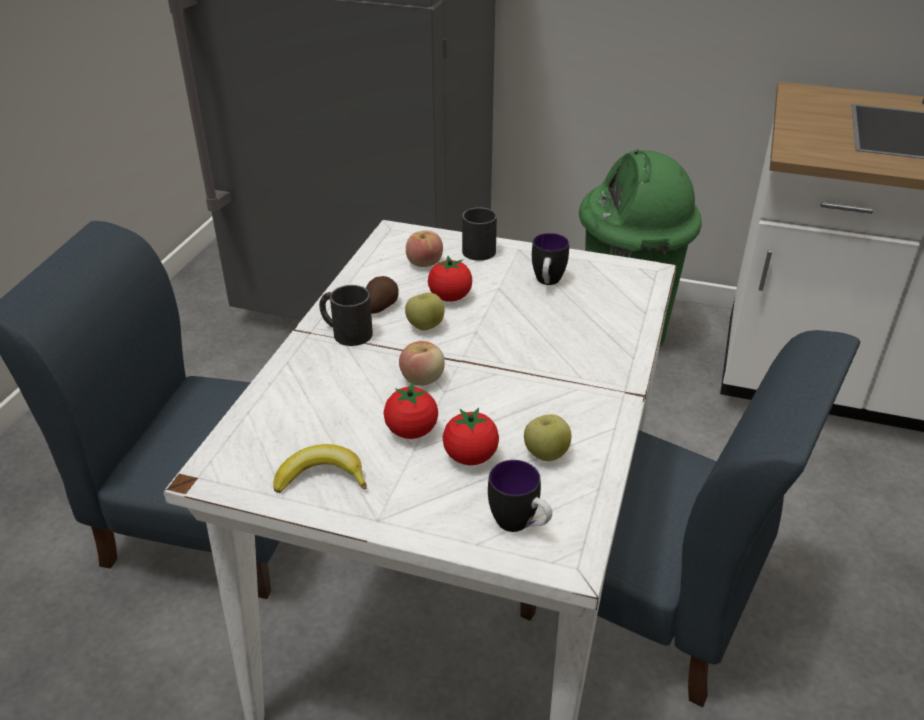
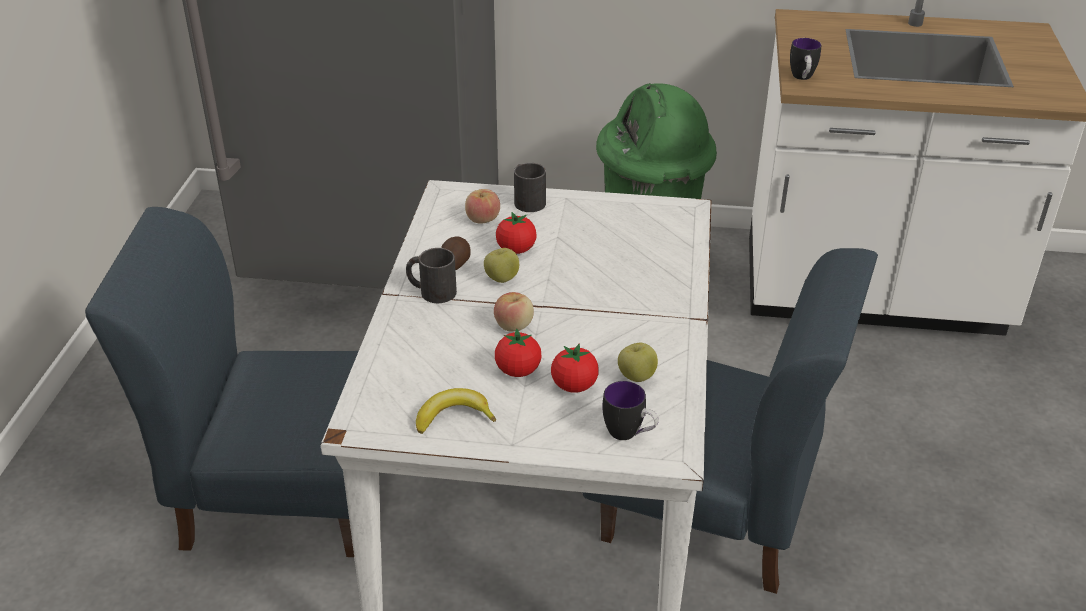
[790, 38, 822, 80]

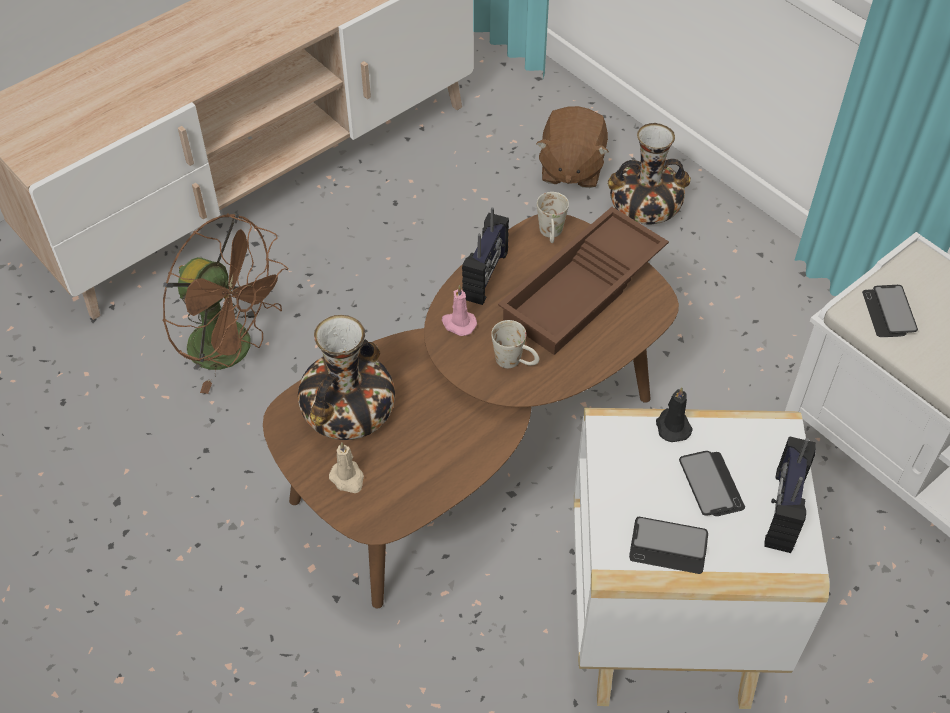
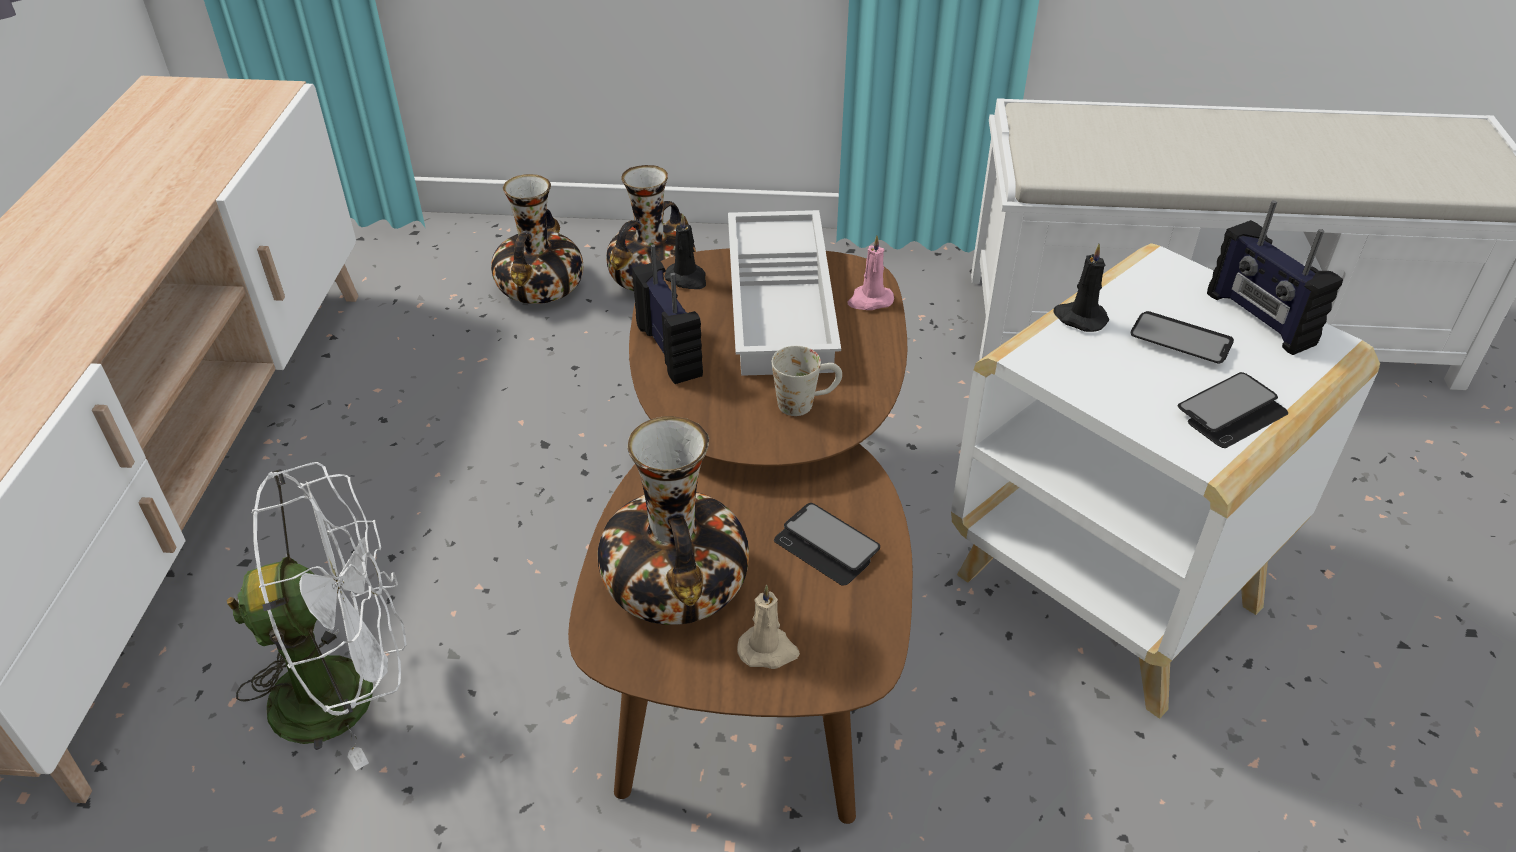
[226, 462, 407, 770]
[491, 174, 583, 304]
[664, 214, 706, 289]
[728, 210, 841, 376]
[774, 503, 880, 586]
[847, 235, 894, 310]

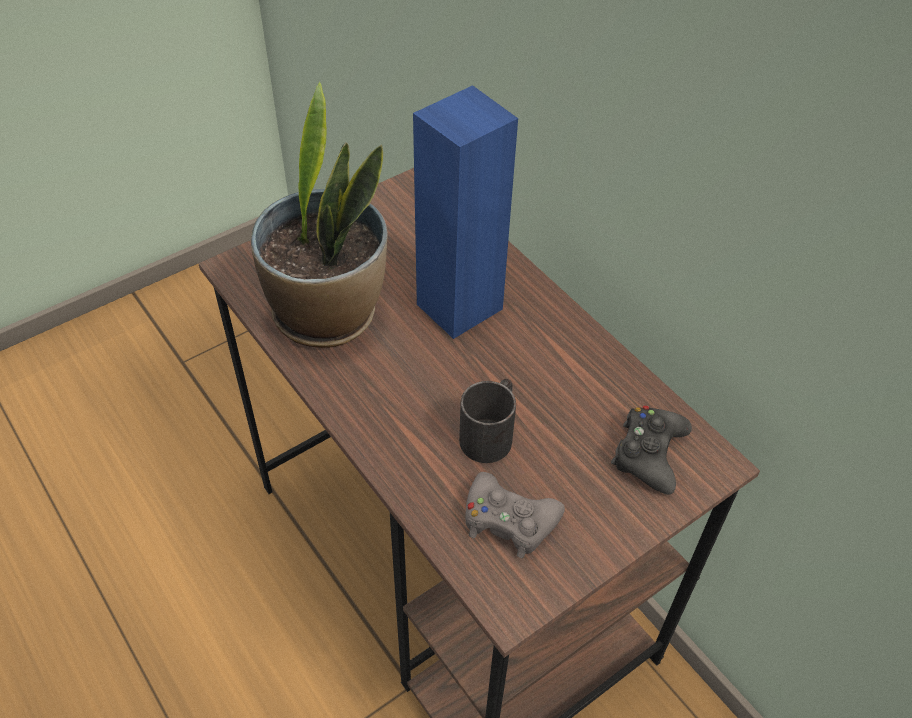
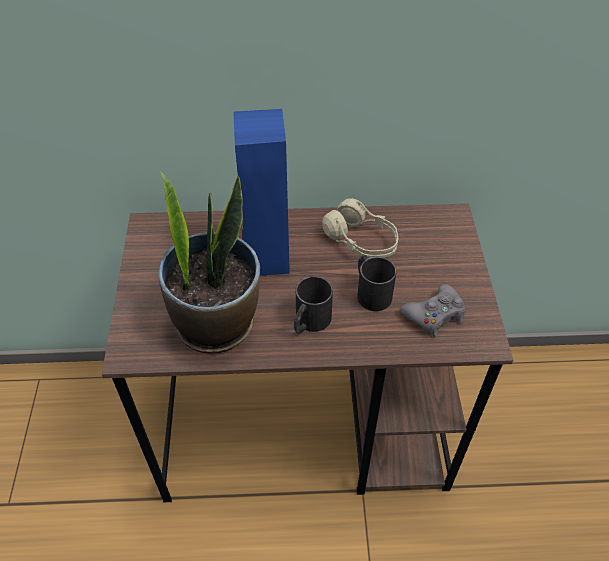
[294, 276, 333, 333]
[322, 198, 398, 258]
[611, 406, 692, 494] (first image)

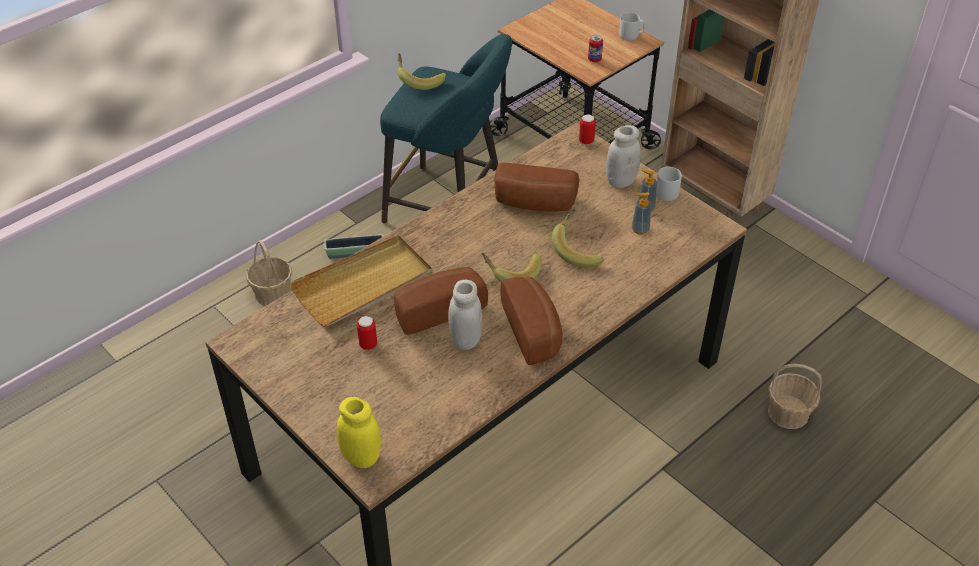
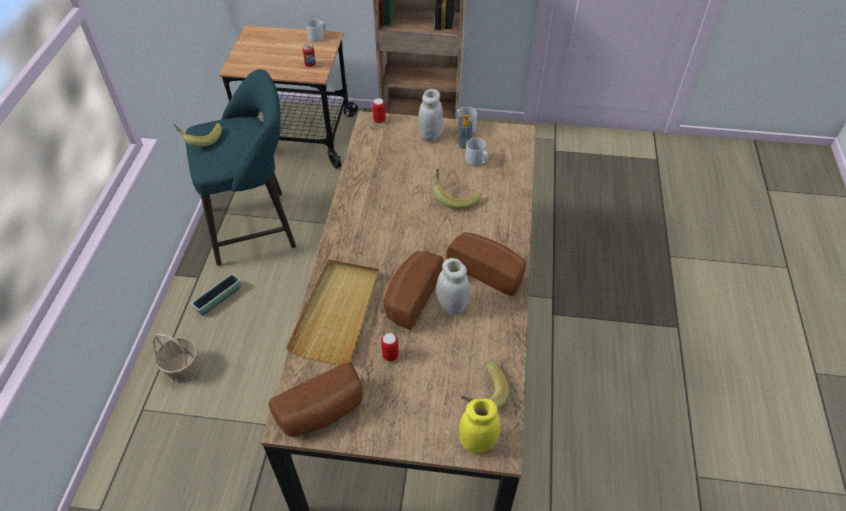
[269, 362, 363, 437]
[461, 361, 509, 410]
[465, 138, 488, 166]
[768, 364, 822, 429] (first image)

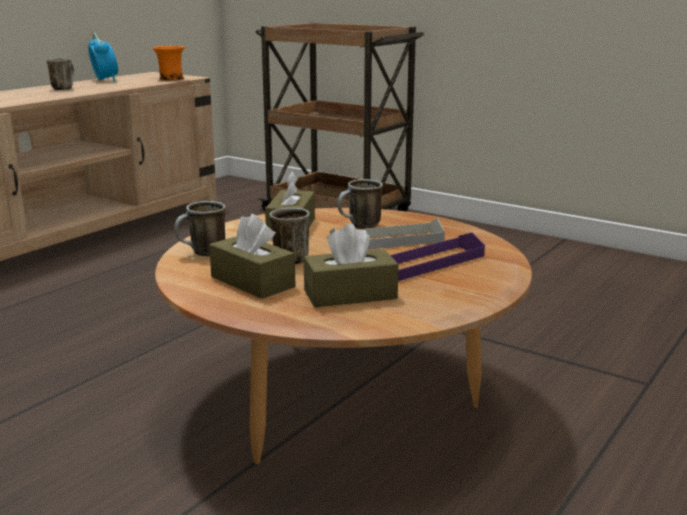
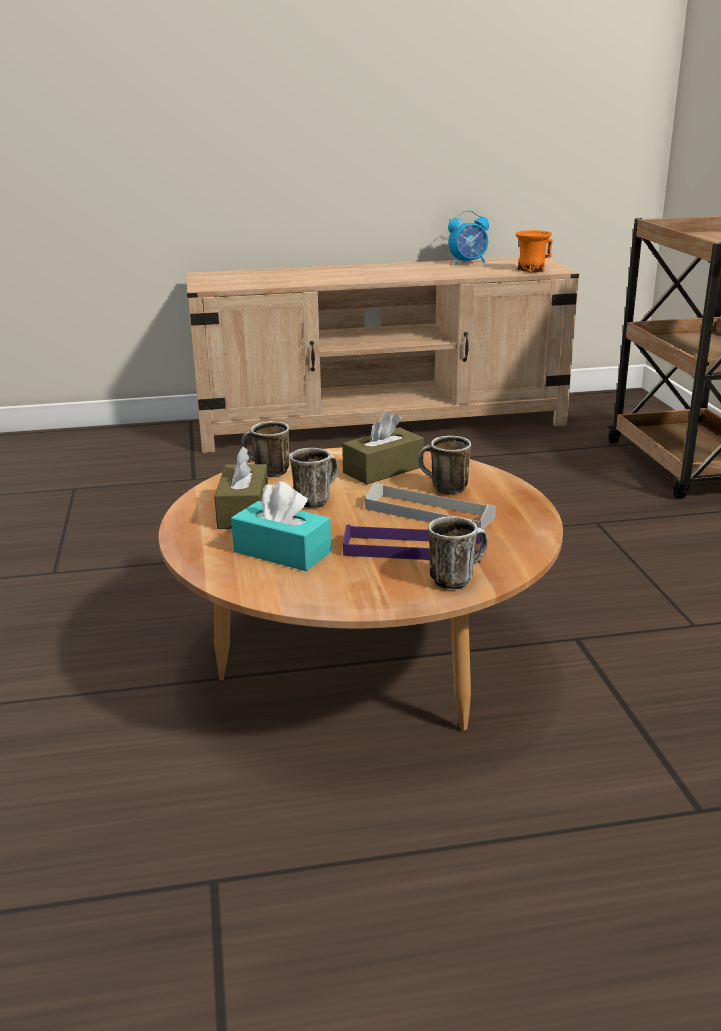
[231, 481, 331, 571]
[428, 516, 488, 589]
[448, 210, 489, 265]

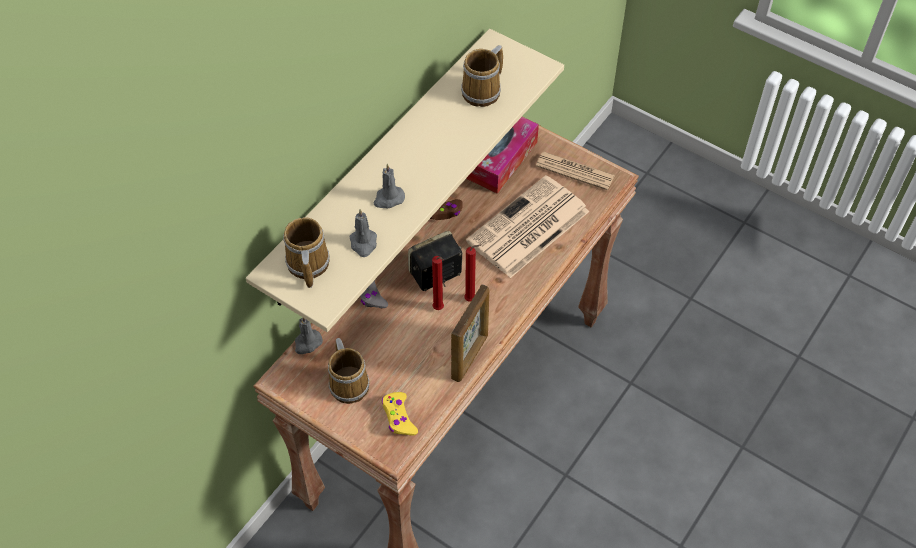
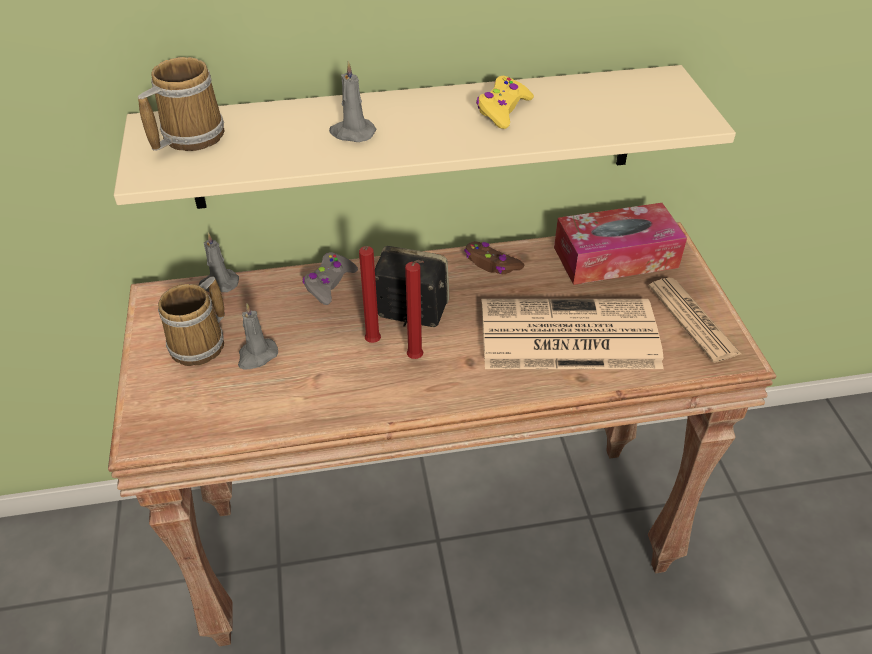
[238, 303, 278, 369]
[476, 76, 534, 129]
[451, 284, 489, 382] (first image)
[461, 45, 503, 107] (first image)

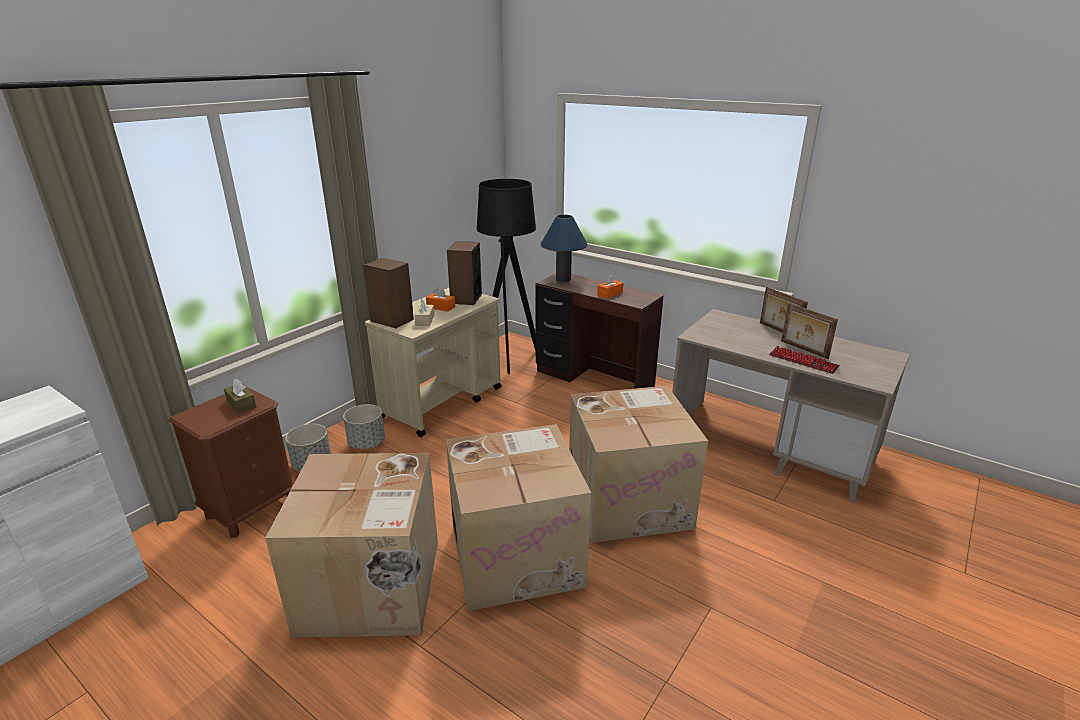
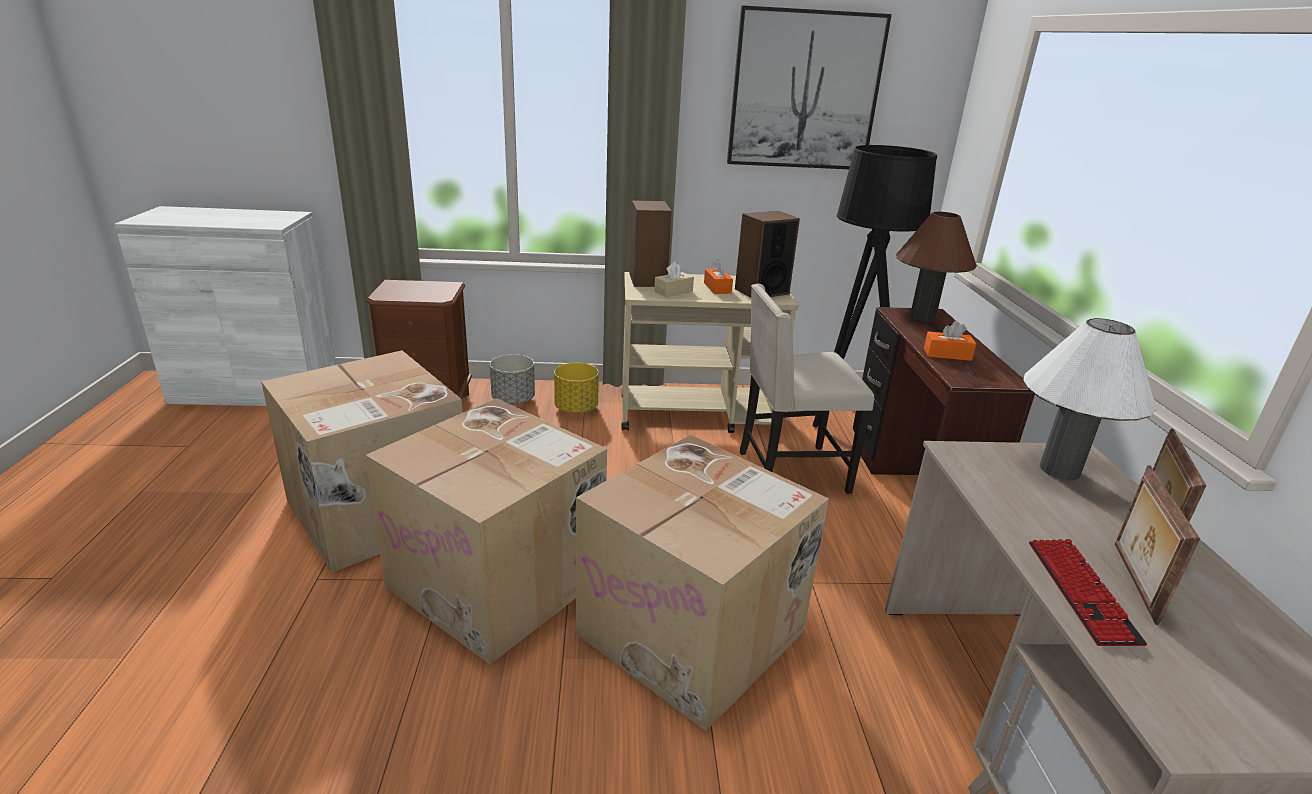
[554, 363, 599, 413]
[727, 5, 892, 169]
[740, 284, 874, 494]
[896, 212, 977, 321]
[1023, 318, 1156, 480]
[224, 379, 256, 414] (first image)

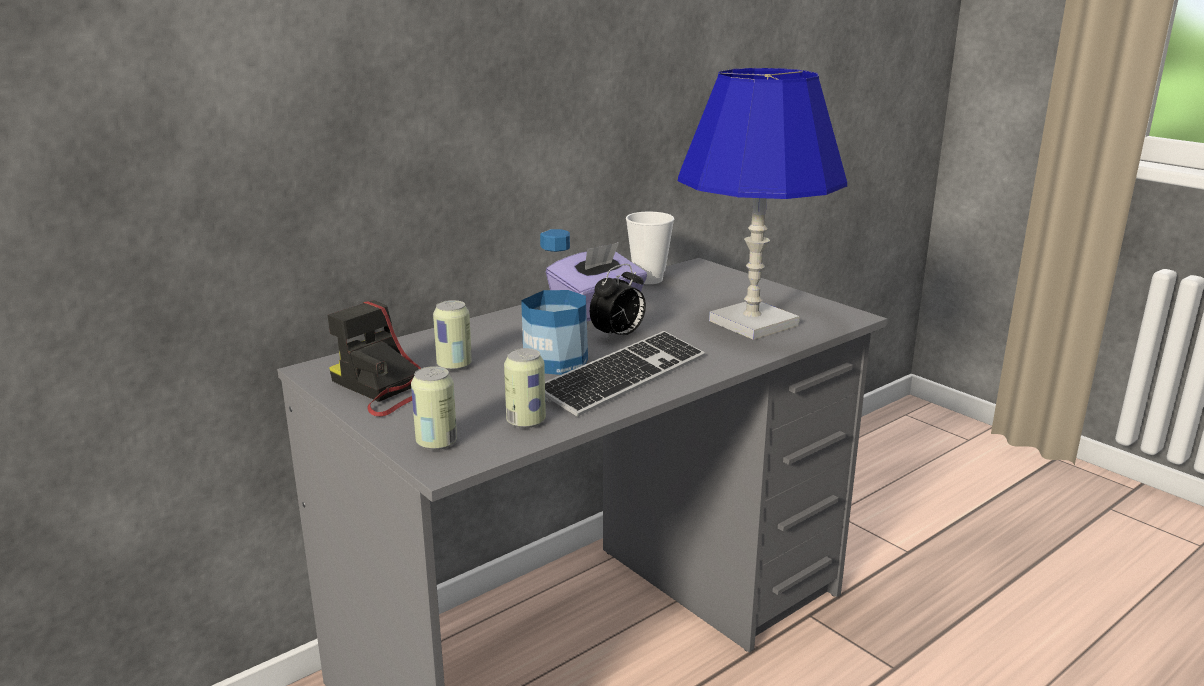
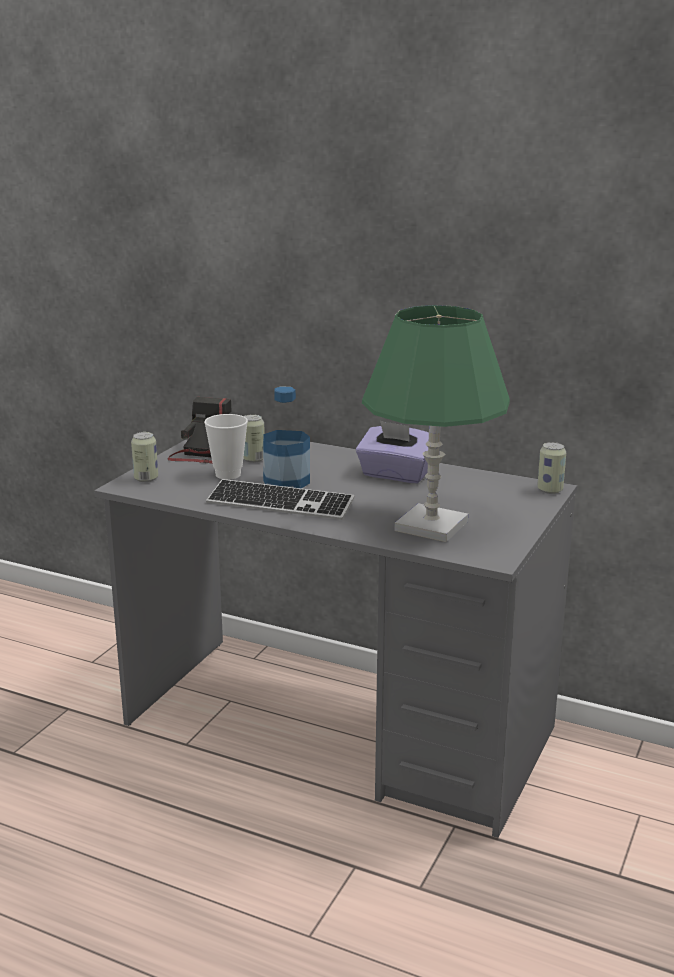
[204, 414, 248, 480]
[362, 305, 510, 542]
[537, 442, 566, 494]
[590, 264, 646, 342] (first image)

